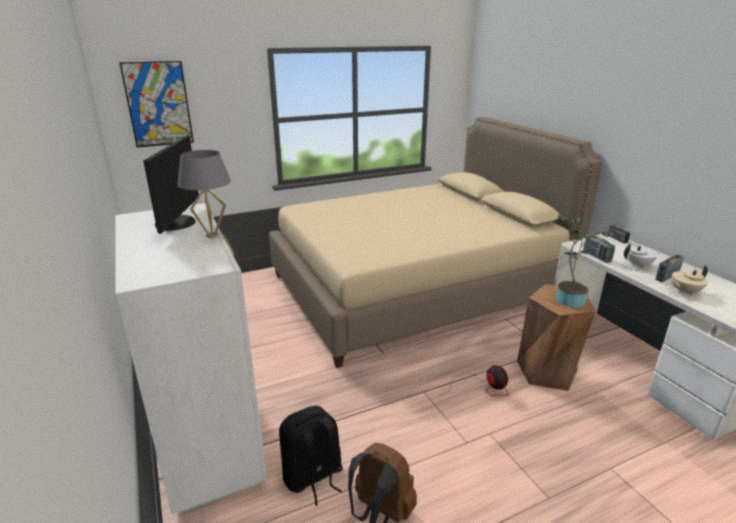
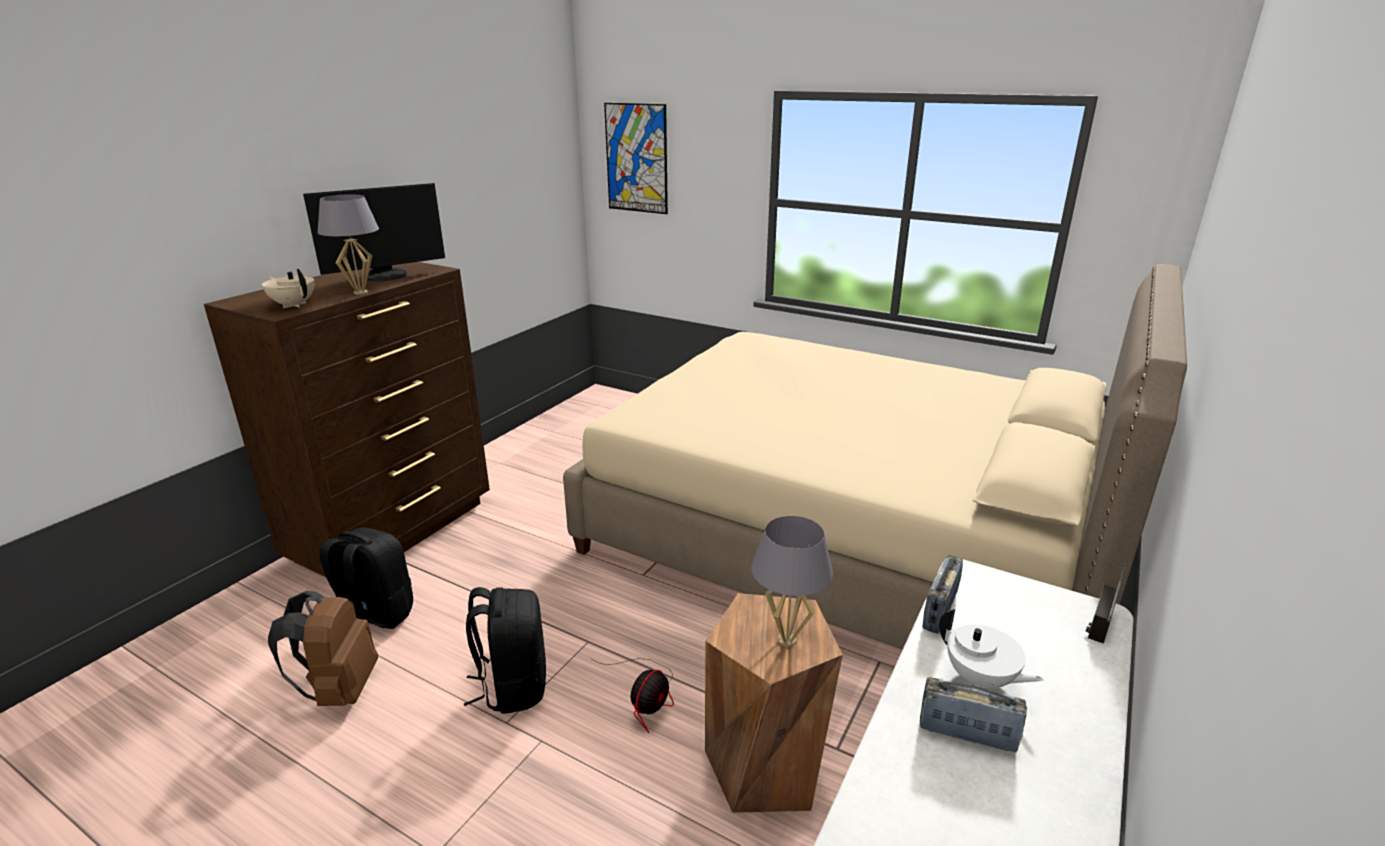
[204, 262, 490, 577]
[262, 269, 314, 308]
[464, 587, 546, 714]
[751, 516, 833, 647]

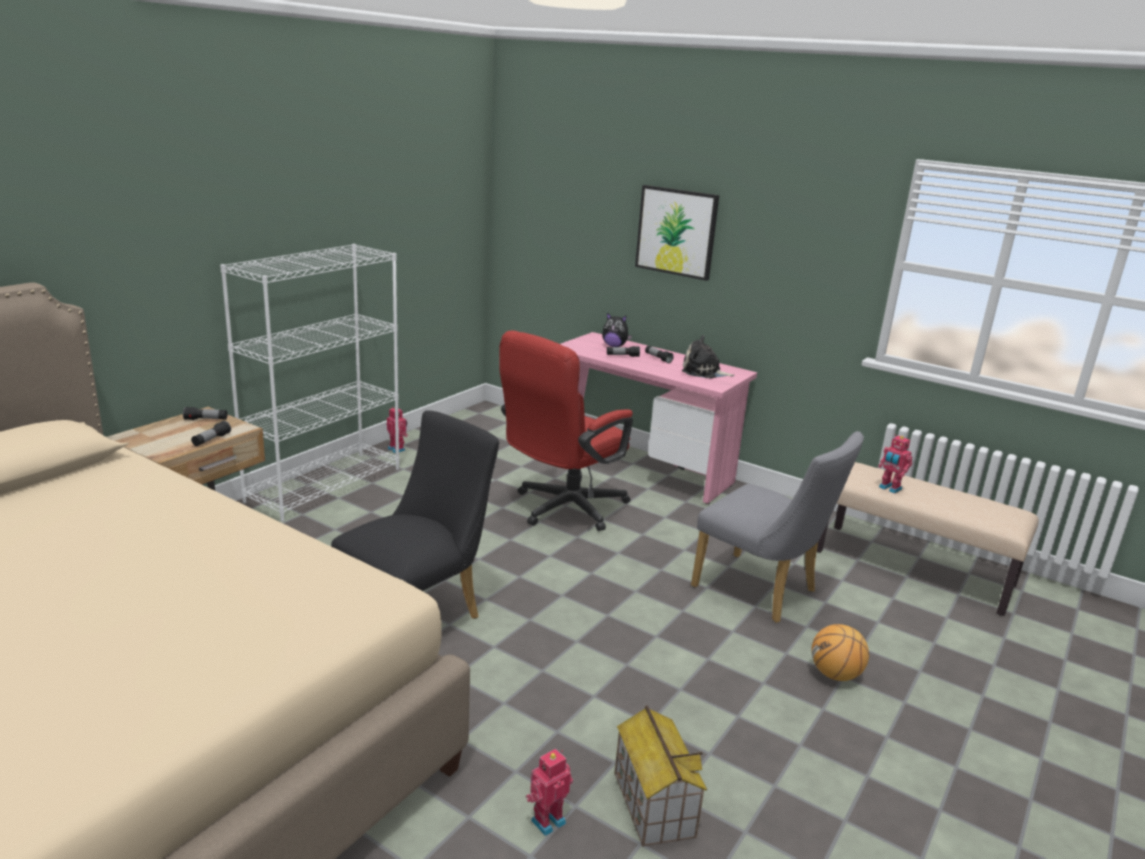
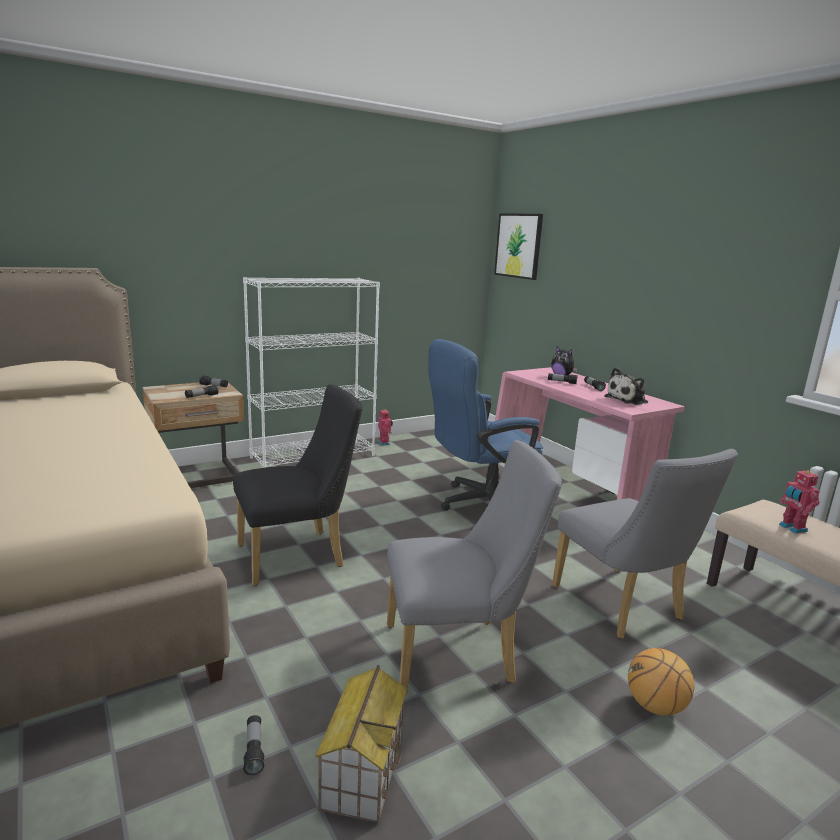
[243, 715, 264, 775]
[387, 440, 562, 695]
[428, 339, 543, 511]
[494, 213, 543, 280]
[604, 367, 649, 405]

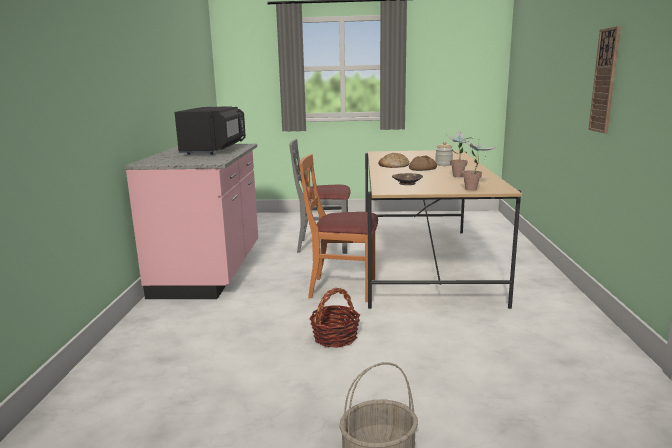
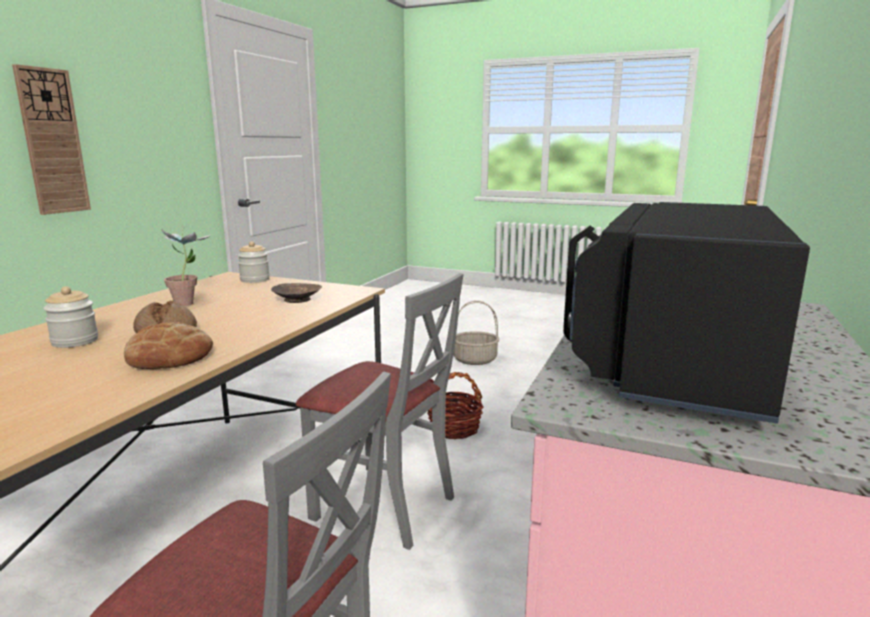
[237, 241, 269, 283]
[296, 273, 463, 550]

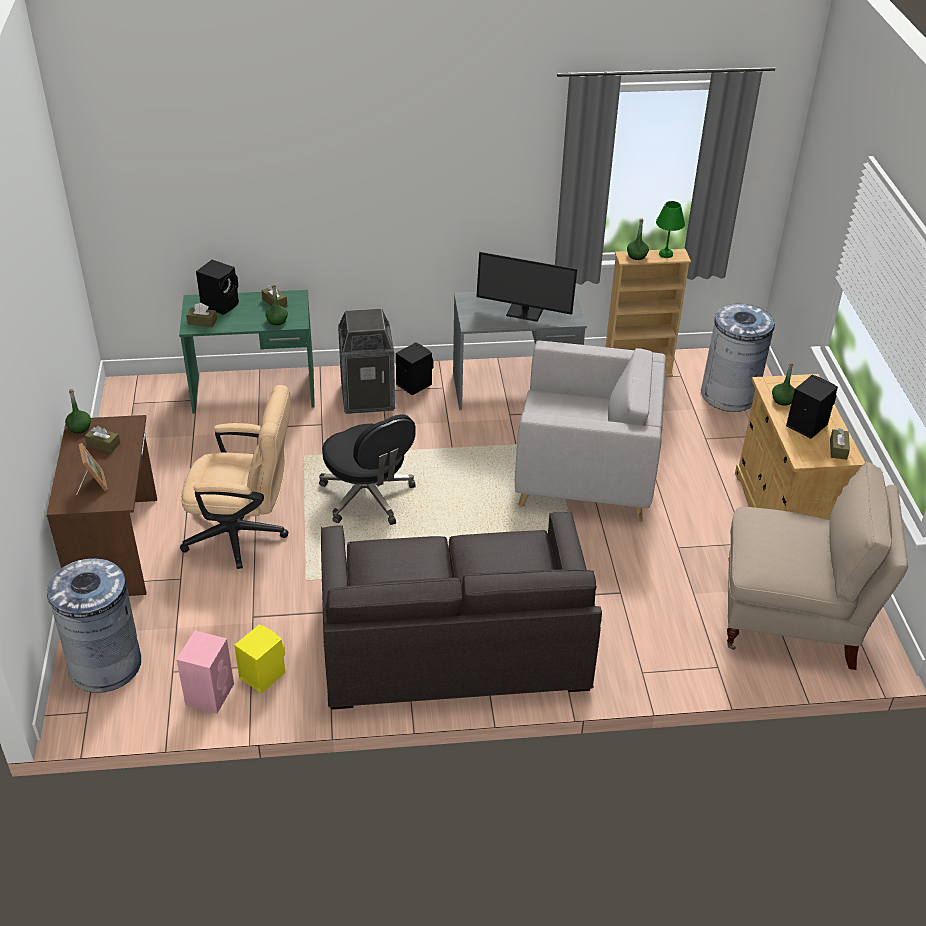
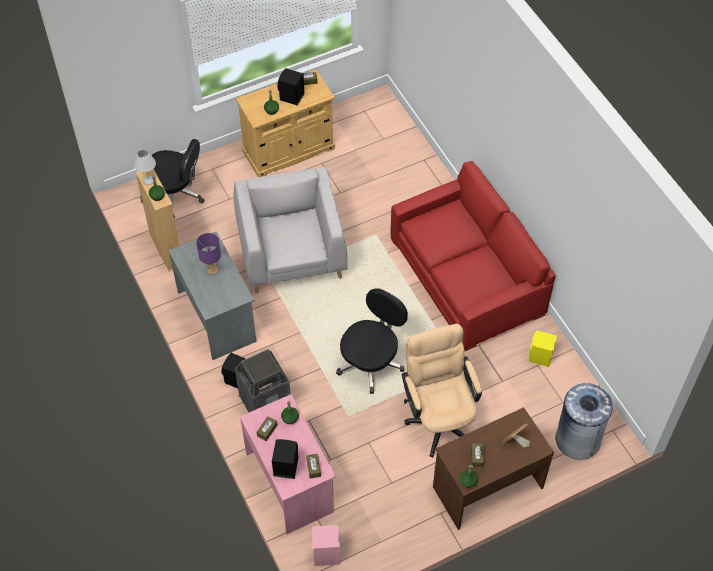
[134, 150, 156, 185]
[140, 139, 205, 219]
[196, 233, 221, 275]
[240, 394, 336, 534]
[312, 525, 340, 566]
[390, 161, 556, 351]
[727, 462, 908, 670] (first image)

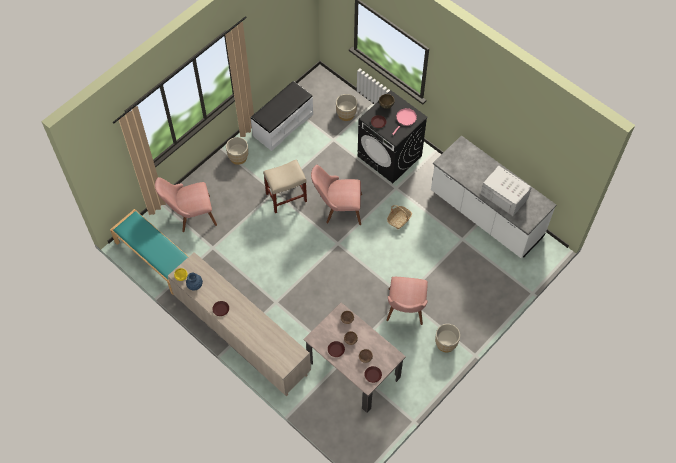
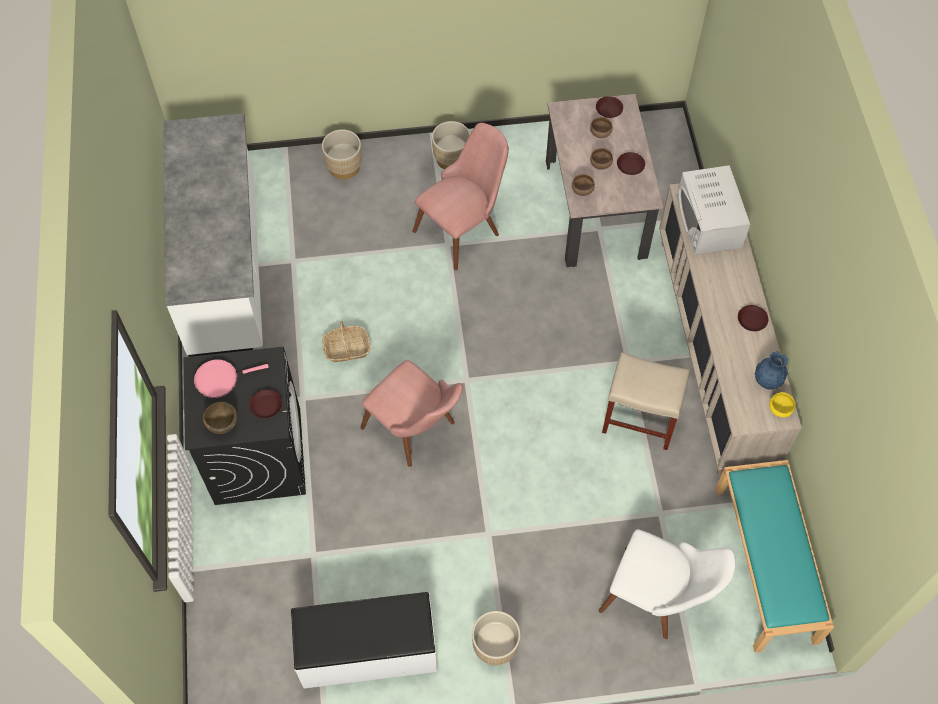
[322, 130, 362, 180]
[599, 529, 735, 639]
[602, 352, 690, 450]
[677, 165, 750, 255]

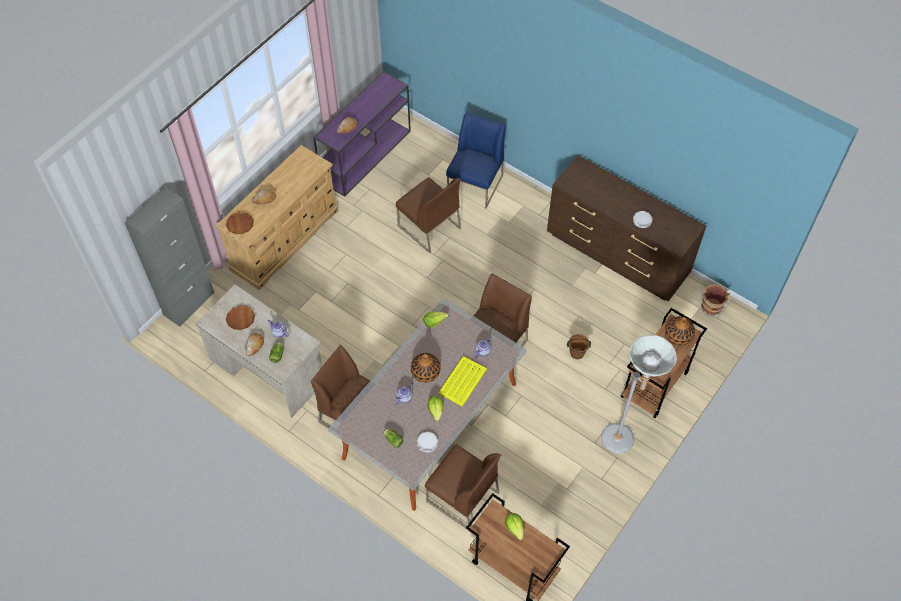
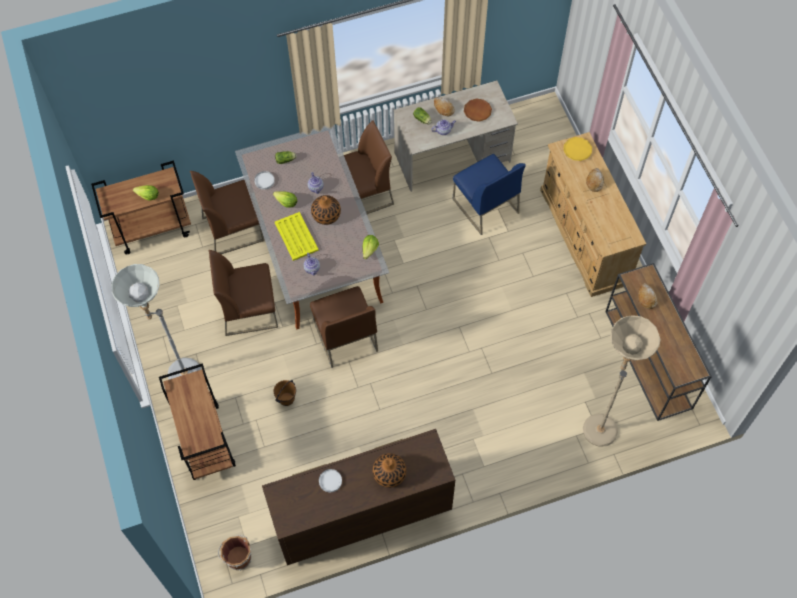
[209, 250, 278, 336]
[372, 453, 406, 488]
[453, 154, 526, 235]
[563, 137, 592, 161]
[583, 315, 660, 447]
[605, 263, 712, 421]
[124, 186, 214, 327] (first image)

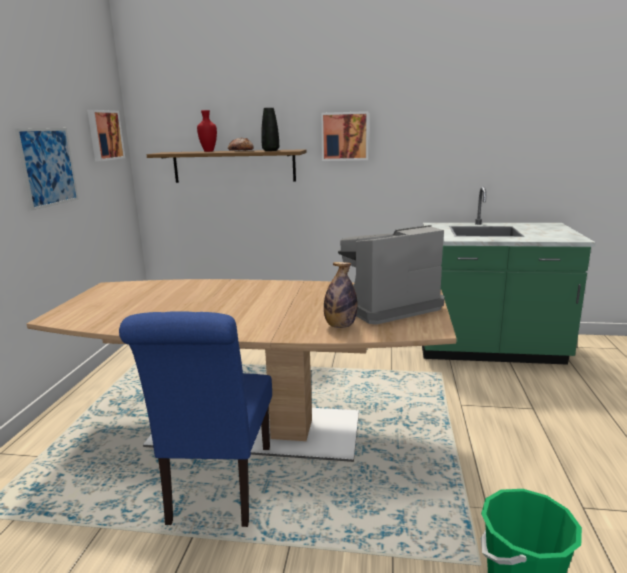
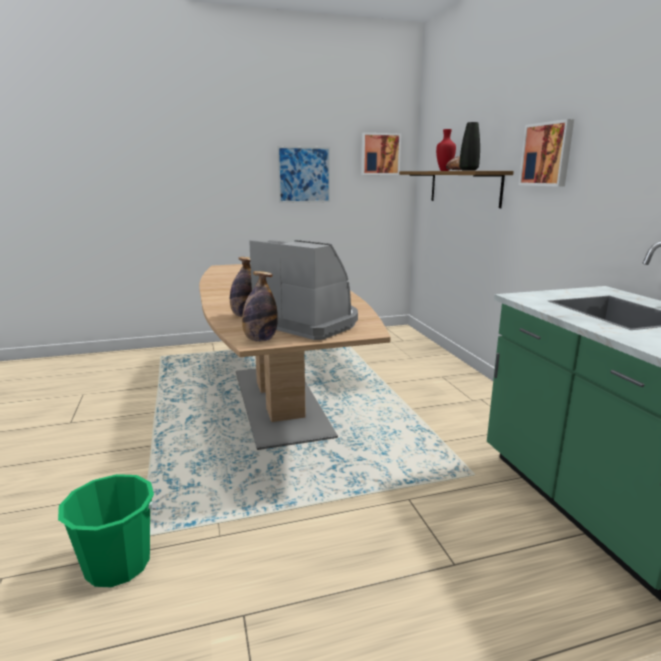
[242, 271, 278, 342]
[119, 311, 272, 527] (first image)

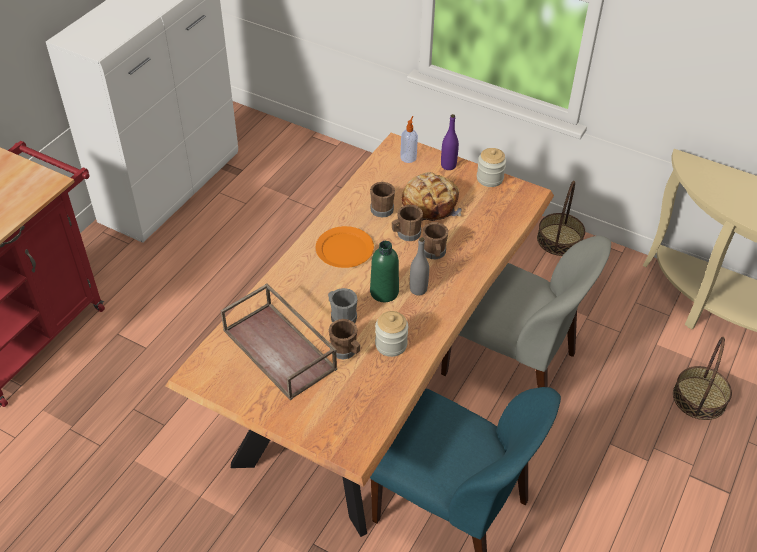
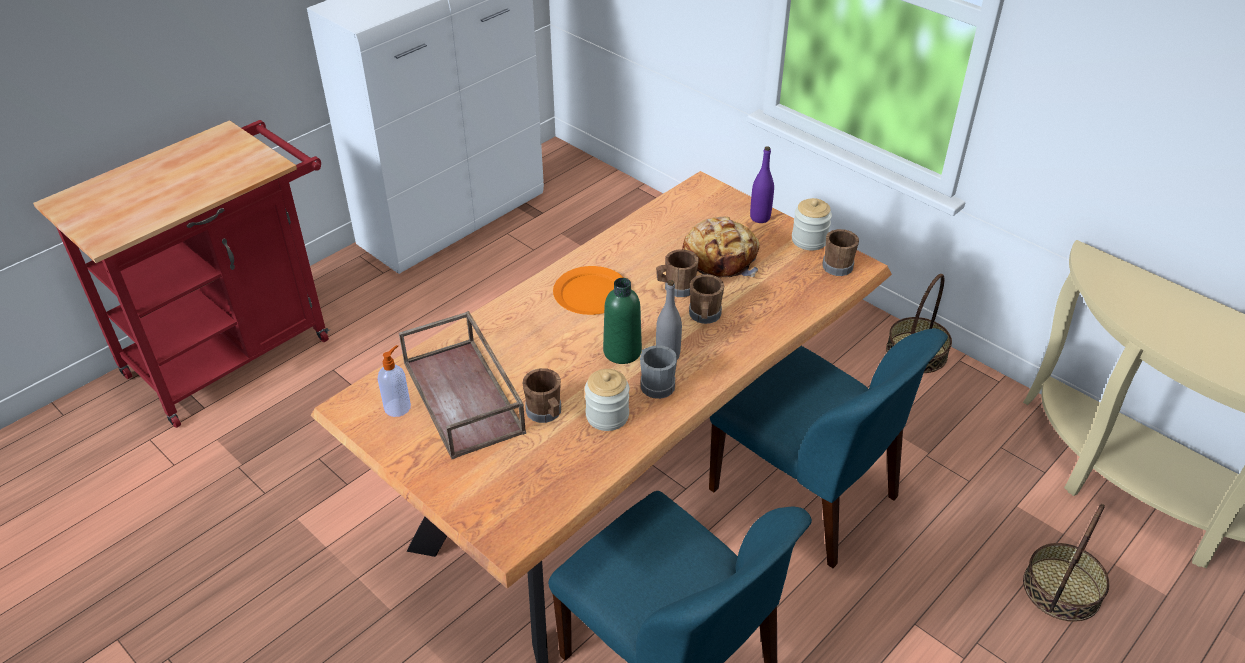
[378, 345, 411, 417]
[640, 345, 677, 399]
[709, 328, 948, 568]
[822, 229, 859, 276]

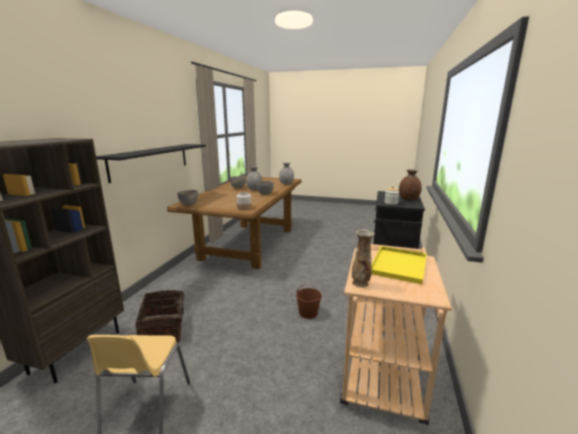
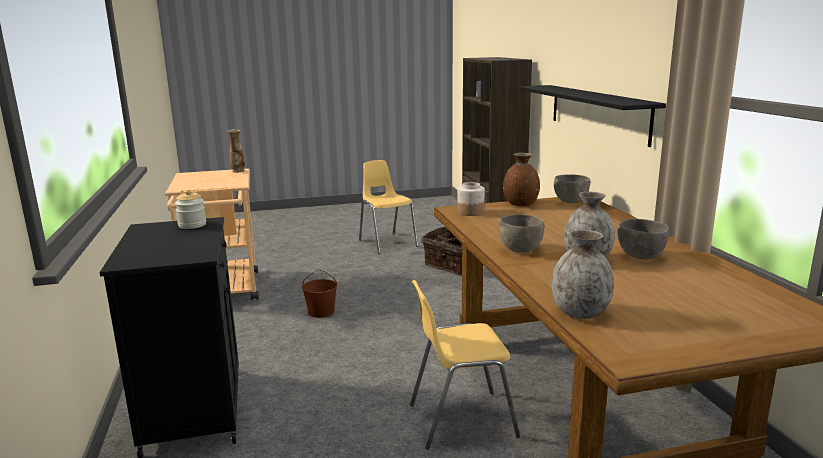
[410, 280, 520, 450]
[503, 153, 540, 206]
[371, 246, 427, 285] (first image)

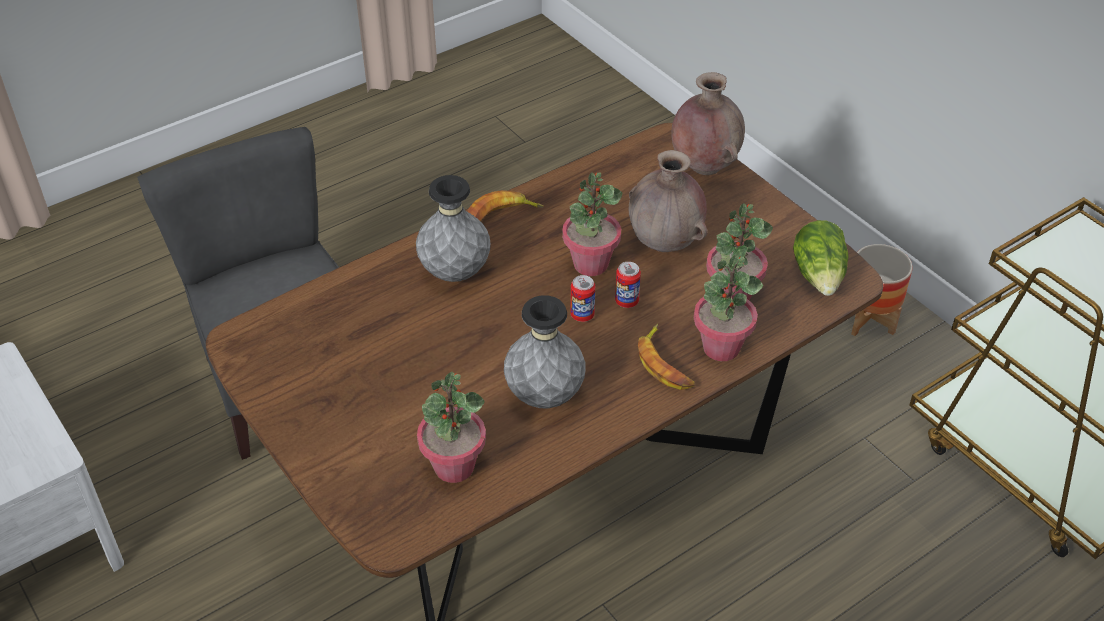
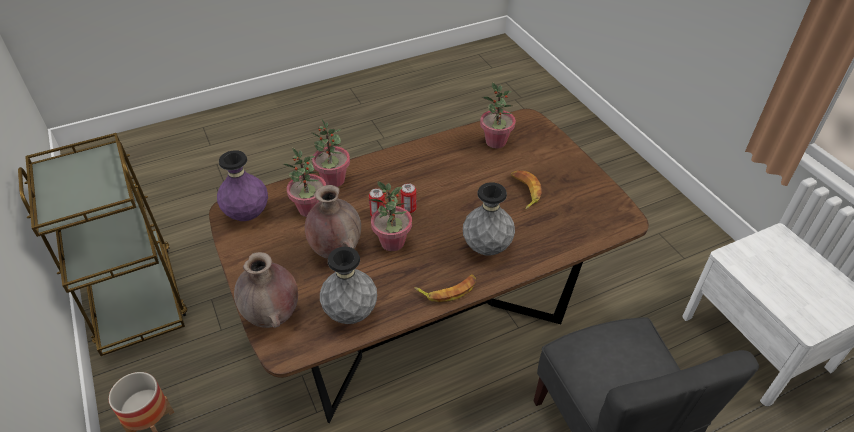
[217, 150, 268, 221]
[320, 247, 377, 324]
[511, 170, 542, 209]

